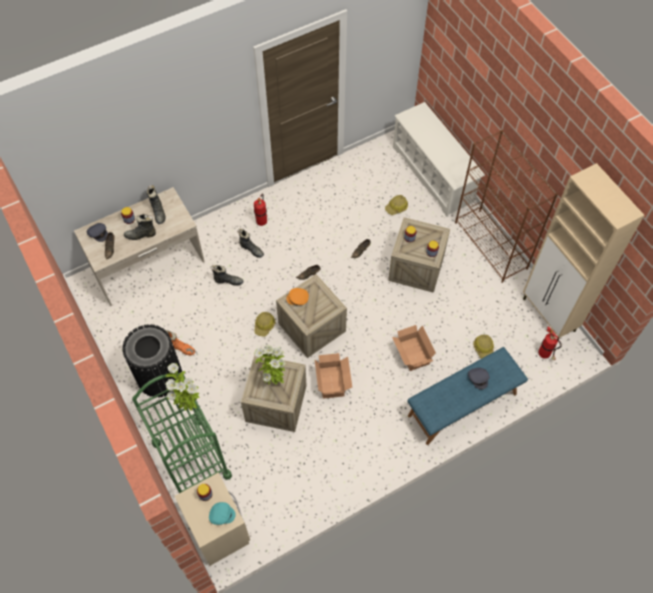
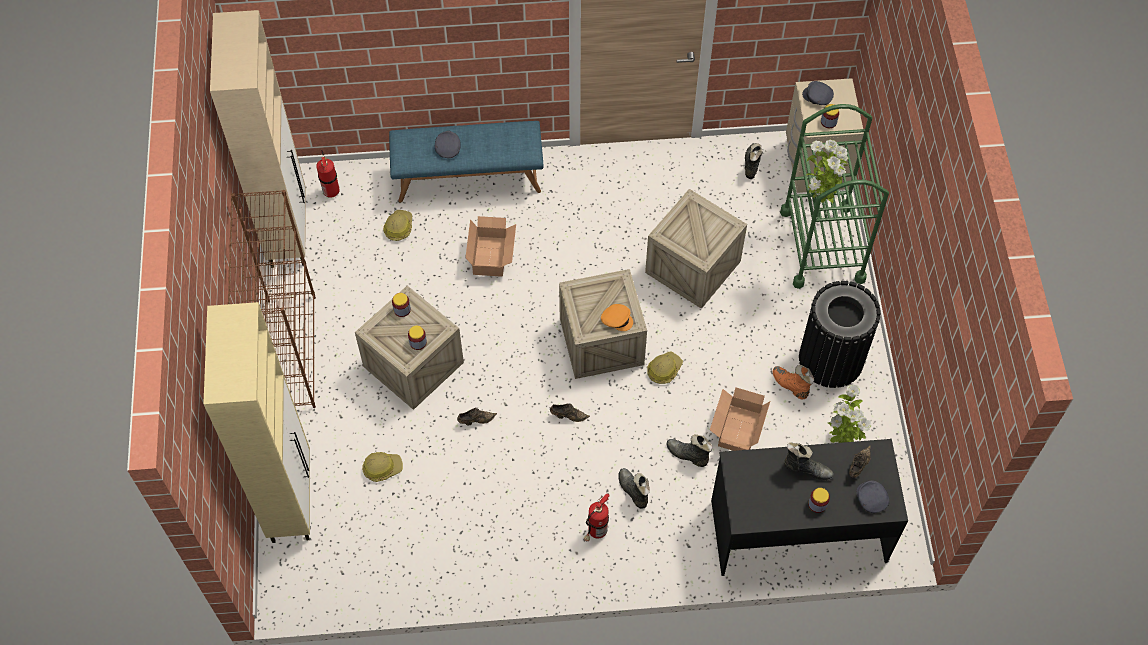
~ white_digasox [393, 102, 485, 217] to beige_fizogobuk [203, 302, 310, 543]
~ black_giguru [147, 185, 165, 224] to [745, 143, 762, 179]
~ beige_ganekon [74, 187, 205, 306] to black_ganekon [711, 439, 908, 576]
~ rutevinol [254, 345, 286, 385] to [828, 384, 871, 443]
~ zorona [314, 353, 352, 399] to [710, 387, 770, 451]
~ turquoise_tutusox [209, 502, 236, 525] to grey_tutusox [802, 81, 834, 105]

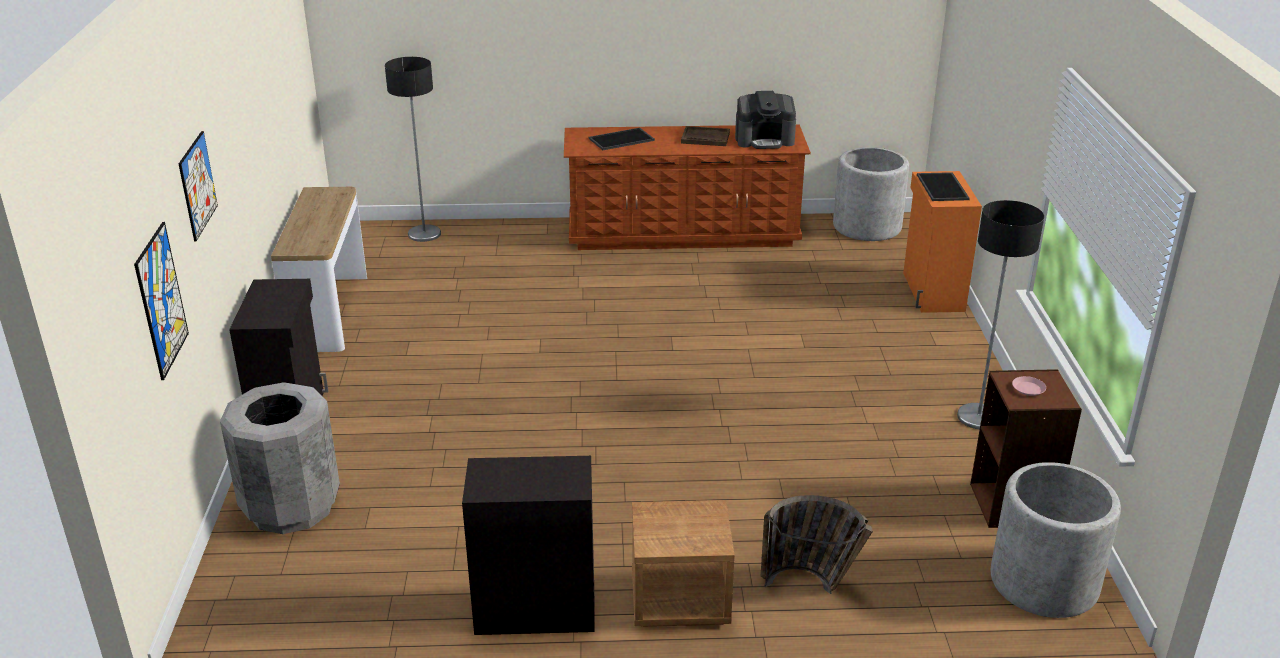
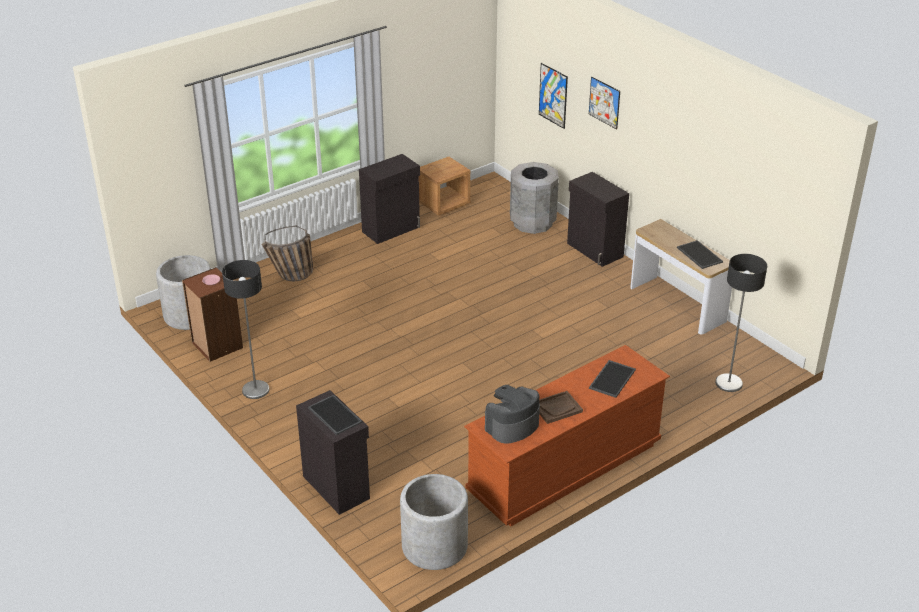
~ orange_fizogobuk [903, 171, 982, 313] to black_fizogobuk [296, 390, 370, 515]
~ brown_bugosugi [632, 500, 735, 627] to [419, 157, 470, 216]
+ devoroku [677, 240, 723, 269]

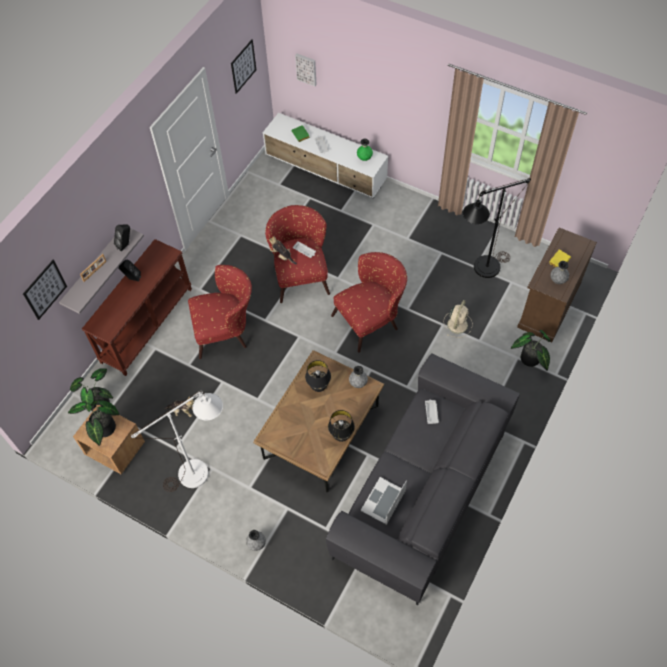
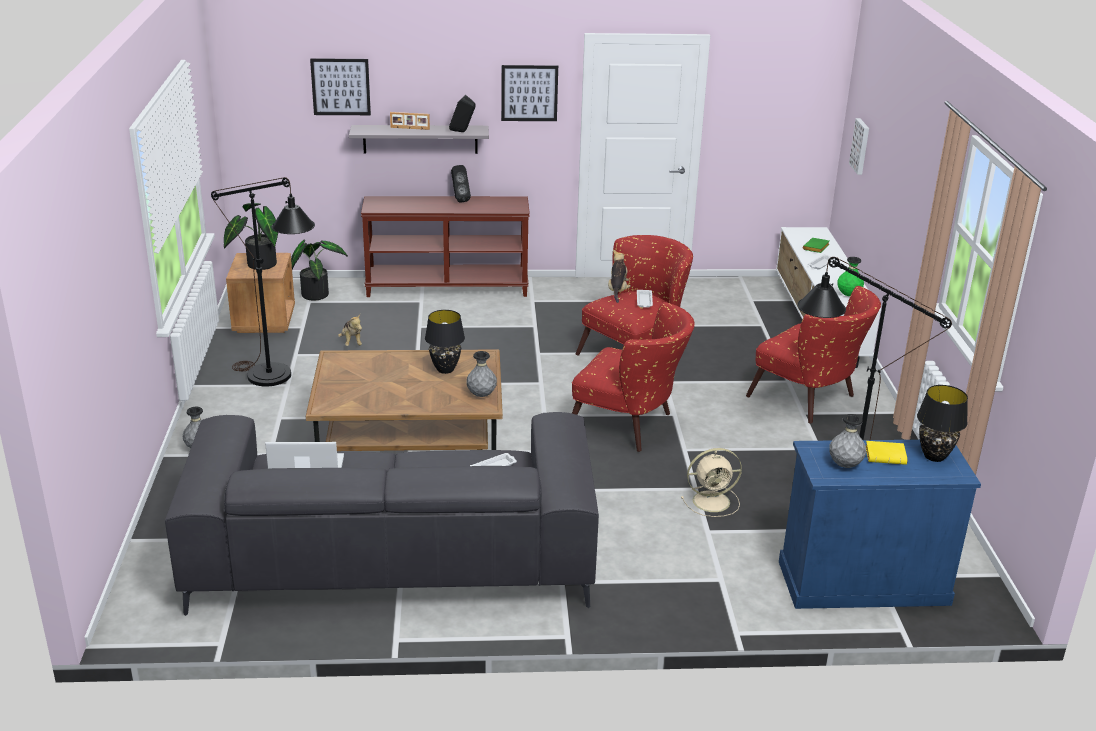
~ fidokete [231, 39, 256, 94] to [501, 65, 558, 121]
~ brown_fizogobuk [517, 227, 597, 342] to blue_fizogobuk [779, 440, 981, 609]
~ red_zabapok [188, 265, 252, 359] to [746, 286, 881, 424]
- rutevinol [511, 330, 551, 370]
~ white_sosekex [131, 391, 223, 492] to black_sosekex [211, 177, 315, 387]
~ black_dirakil [328, 410, 355, 442] to [917, 385, 968, 462]

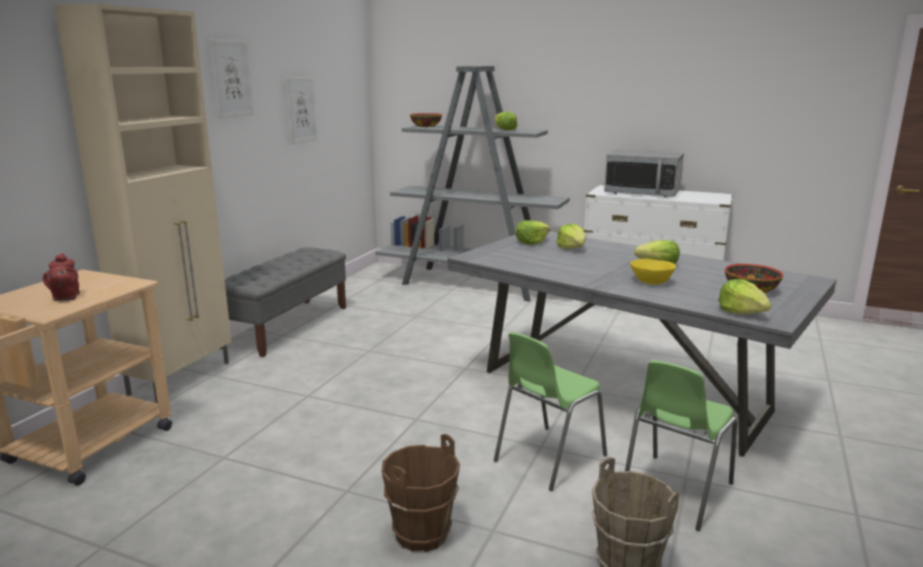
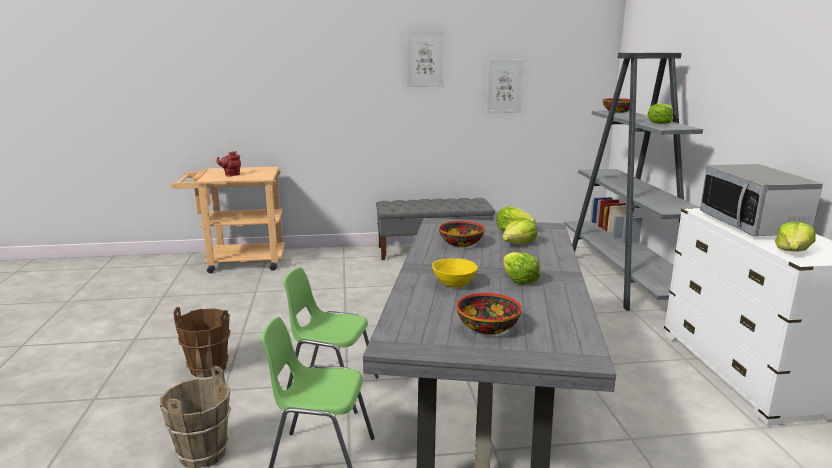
- beige_fizogobuk [54, 4, 232, 403]
~ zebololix [718, 279, 772, 314] to [775, 221, 816, 252]
+ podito [439, 221, 485, 247]

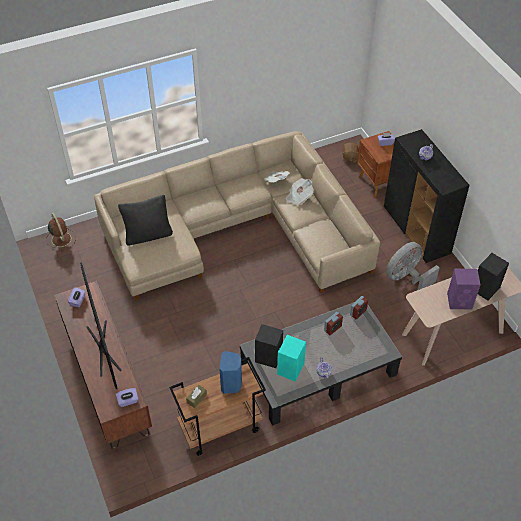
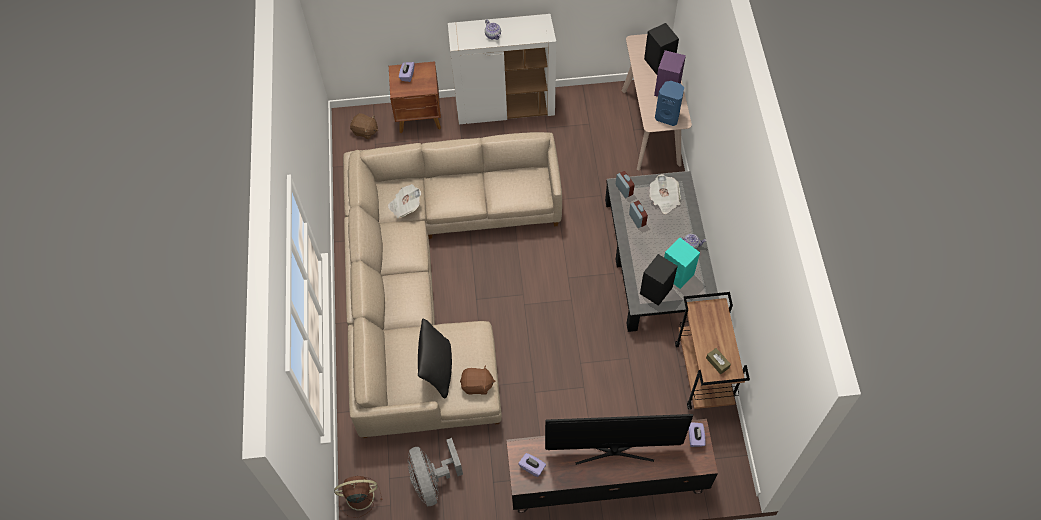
~ black_fizogobuk [384, 129, 470, 263] to white_fizogobuk [448, 14, 556, 124]
~ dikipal [286, 178, 314, 206] to [649, 174, 681, 214]
~ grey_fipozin [386, 242, 439, 290] to [408, 438, 463, 506]
~ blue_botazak [219, 351, 242, 394] to [655, 81, 684, 126]
+ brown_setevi [460, 366, 495, 394]

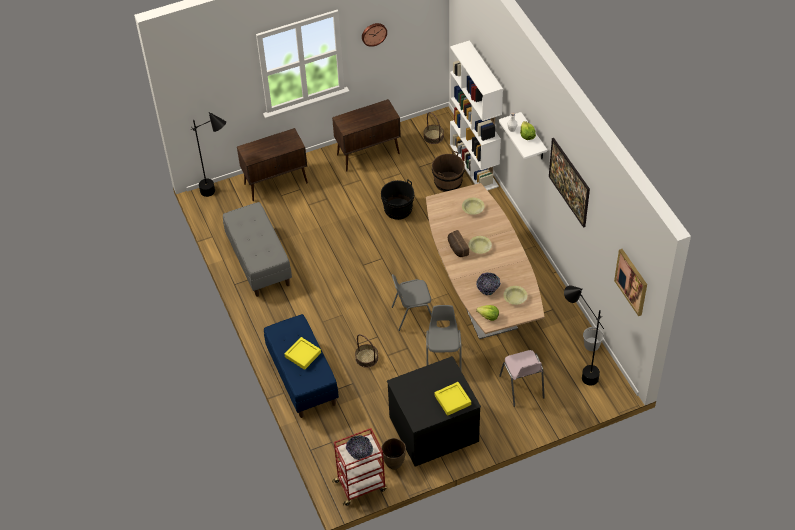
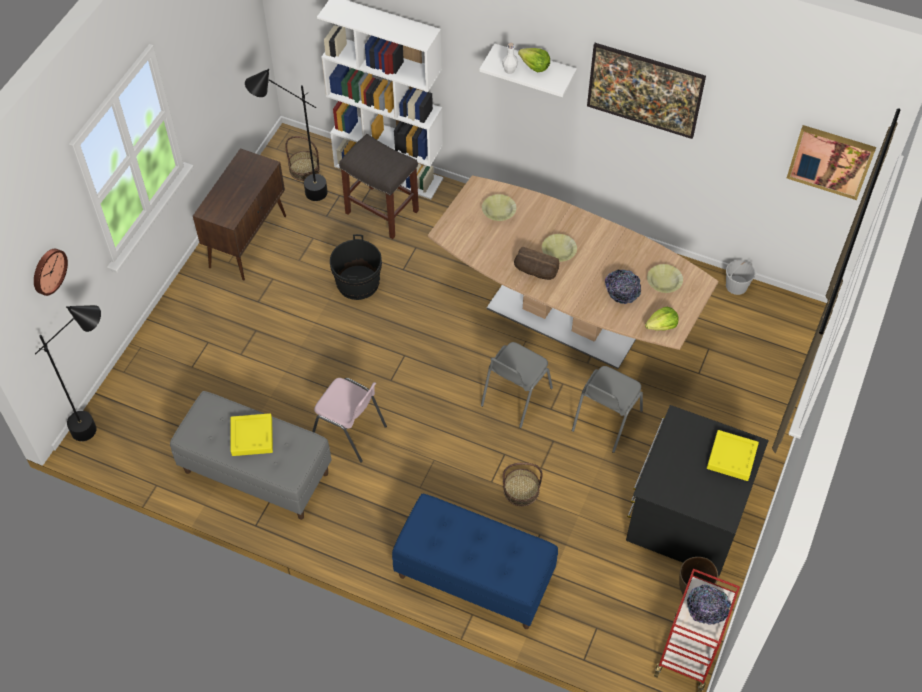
~ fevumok [362, 23, 387, 47] to [34, 249, 68, 296]
- brown_fizogobuk [237, 128, 308, 201]
~ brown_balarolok [432, 151, 465, 192] to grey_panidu [339, 134, 419, 239]
~ black_sosekex [564, 285, 604, 386] to [245, 69, 328, 201]
~ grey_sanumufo [426, 305, 461, 370] = [572, 366, 643, 453] 105 degrees counterclockwise
~ yellow_devoroku [285, 337, 321, 370] to [231, 413, 273, 456]
~ pink_sanumufo [499, 350, 545, 407] to [312, 378, 387, 463]

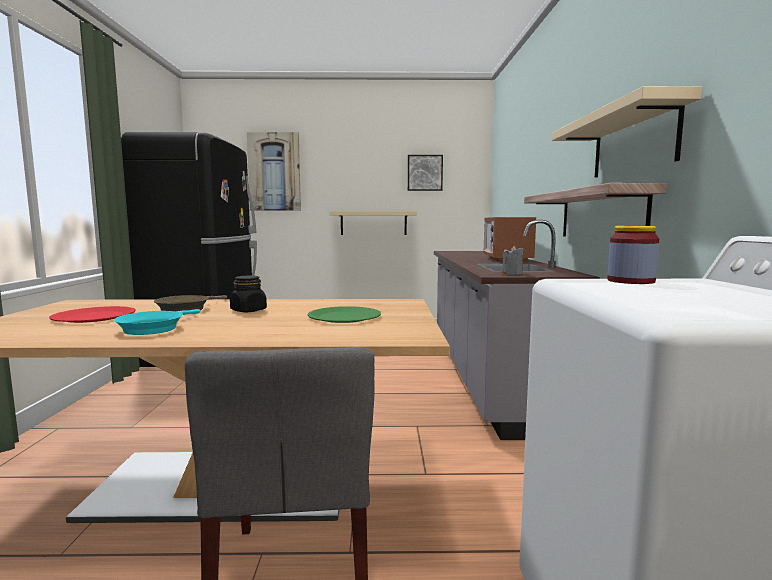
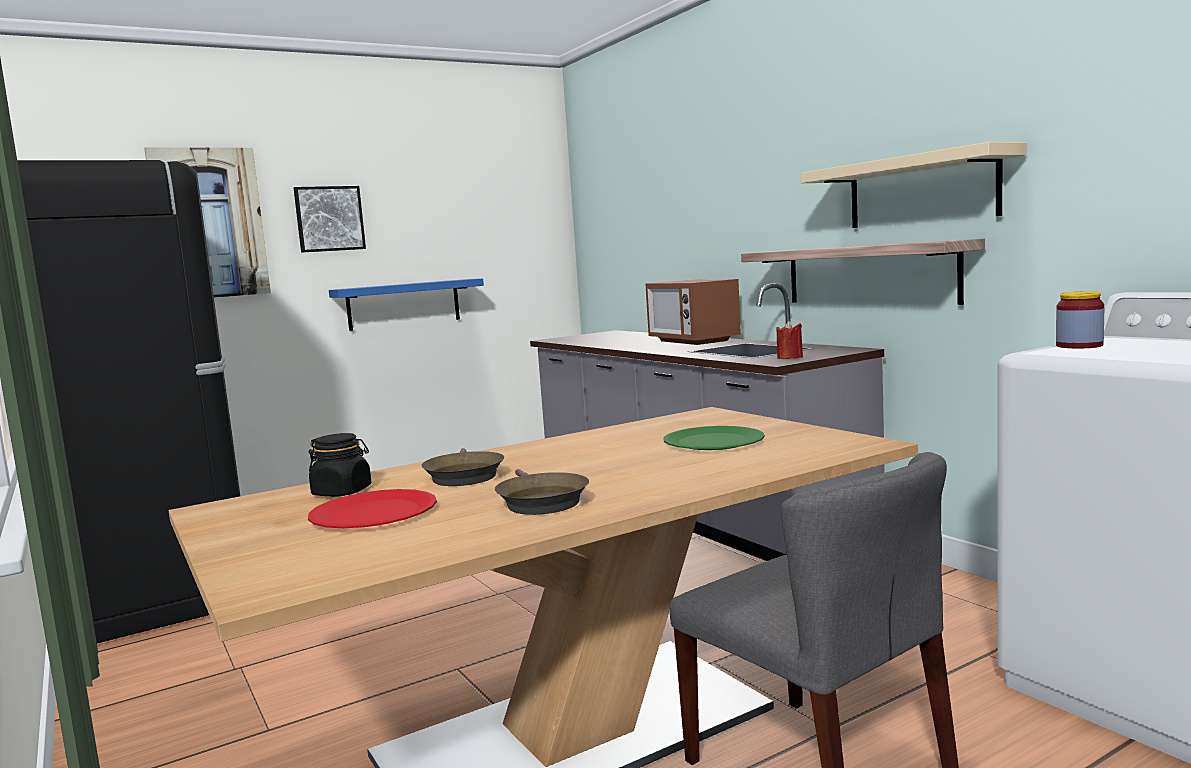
~ fidokete [408, 155, 443, 191] to [294, 186, 366, 253]
~ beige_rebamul [330, 211, 417, 235] to blue_rebamul [329, 278, 484, 331]
~ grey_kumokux [502, 246, 524, 275] to red_kumokux [776, 321, 803, 359]
~ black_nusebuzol [230, 276, 267, 312] to [309, 433, 371, 497]
~ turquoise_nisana [113, 309, 200, 335] to brown_nisana [495, 469, 589, 515]

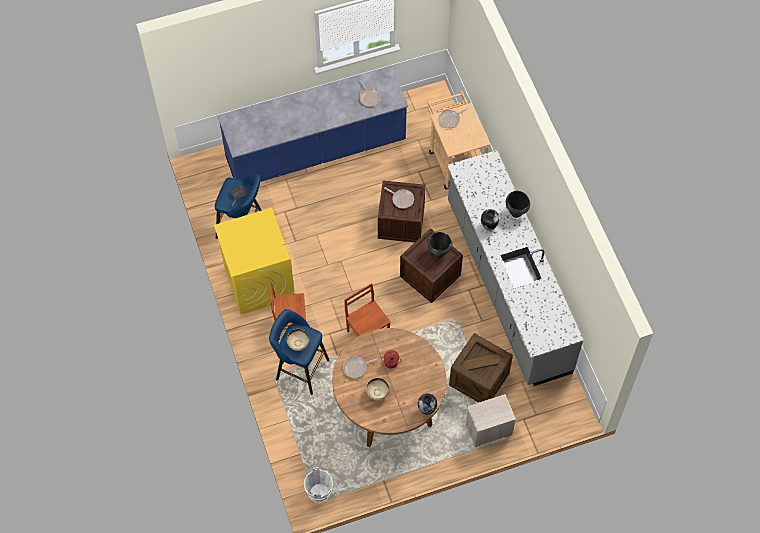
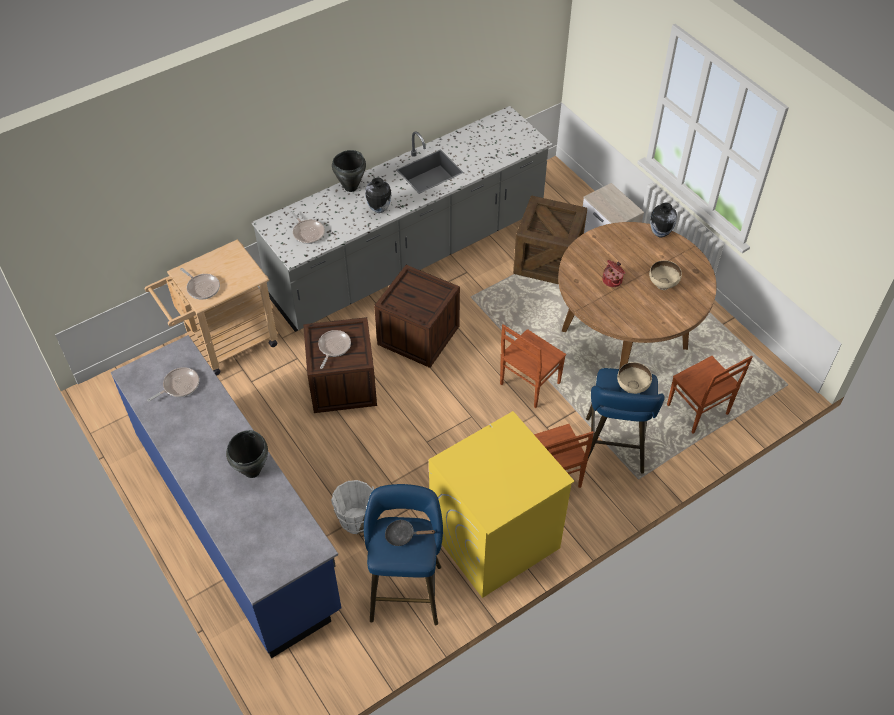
~ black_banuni [427, 232, 452, 258] to [226, 430, 268, 478]
~ nisana [343, 356, 378, 378] to [290, 211, 325, 244]
~ white_balarolok [304, 467, 333, 503] to [331, 480, 374, 534]
+ brown_sanumufo [667, 356, 753, 434]

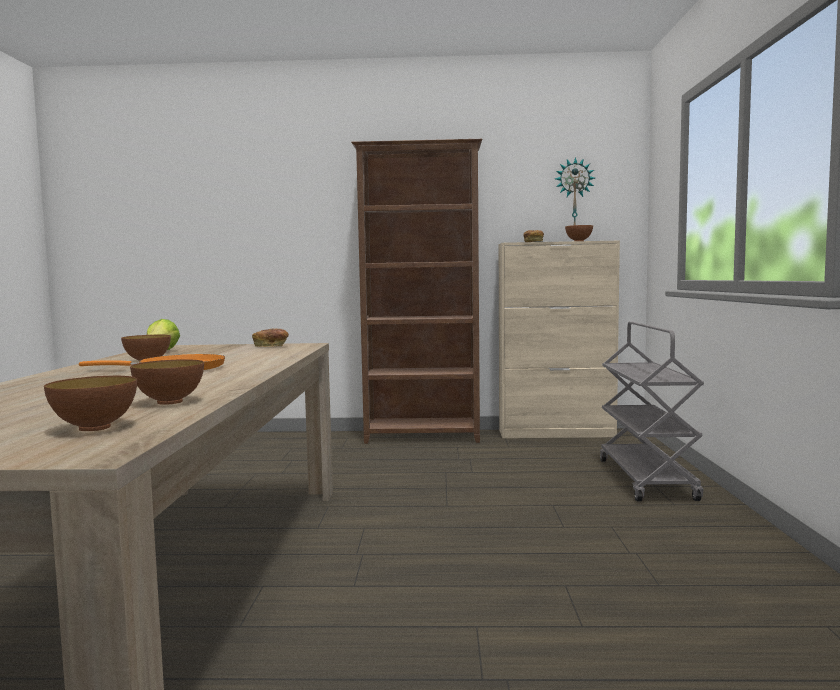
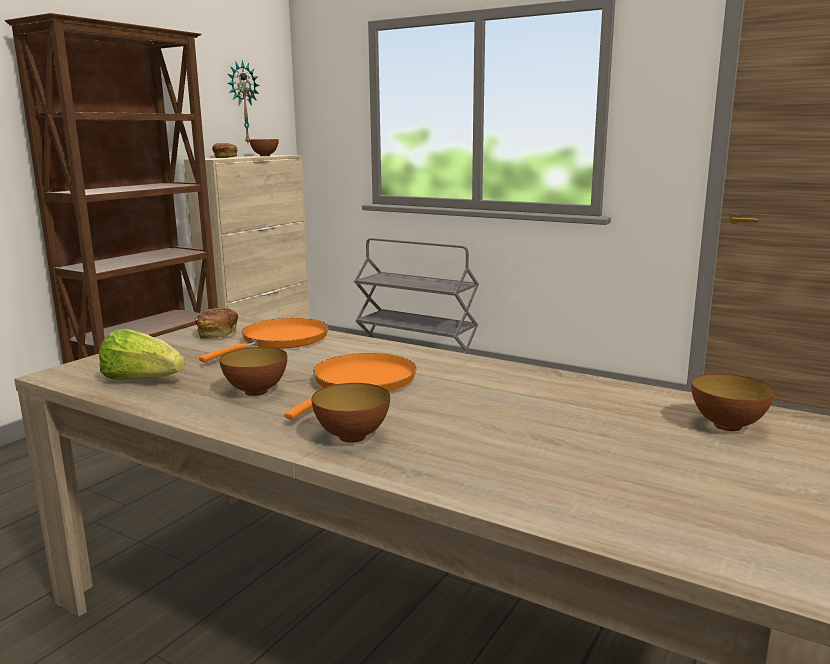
~ podito [130, 359, 204, 405] to [312, 383, 390, 443]
+ orange_nisana [199, 318, 329, 362]

